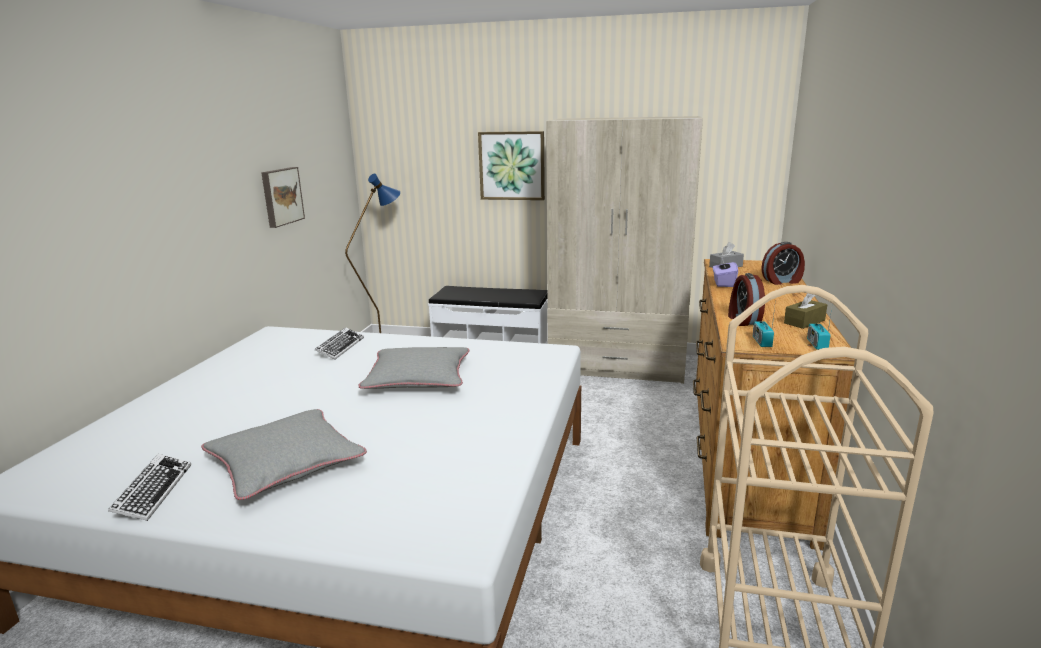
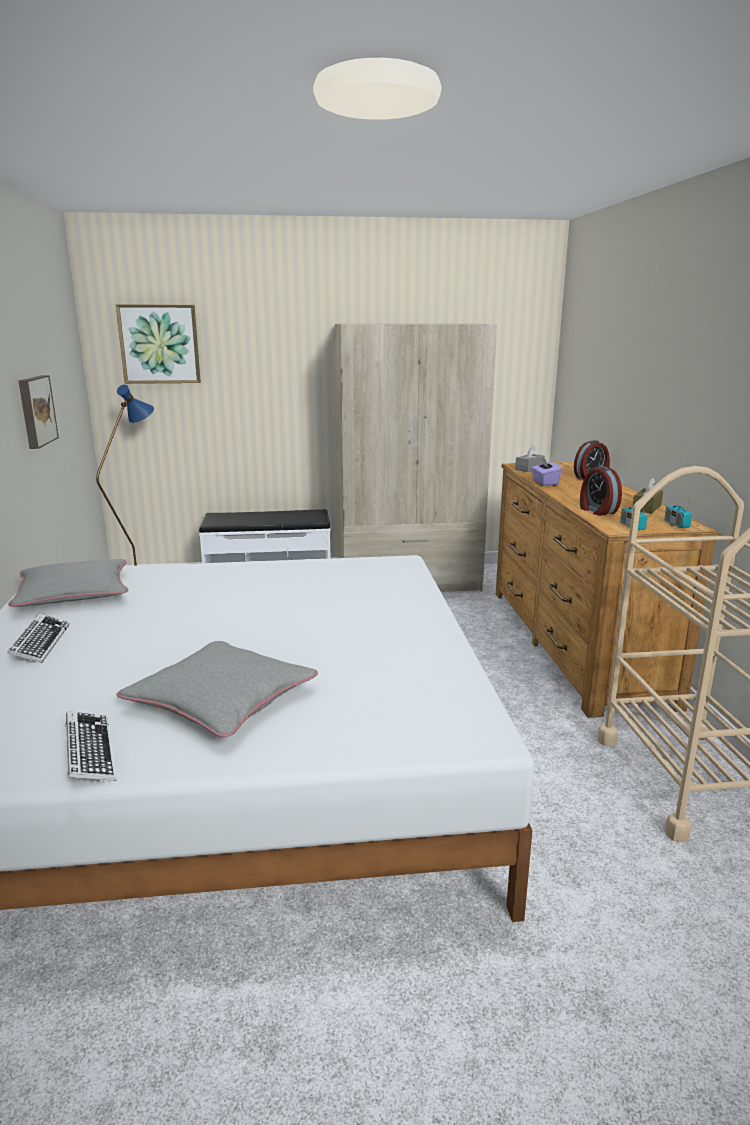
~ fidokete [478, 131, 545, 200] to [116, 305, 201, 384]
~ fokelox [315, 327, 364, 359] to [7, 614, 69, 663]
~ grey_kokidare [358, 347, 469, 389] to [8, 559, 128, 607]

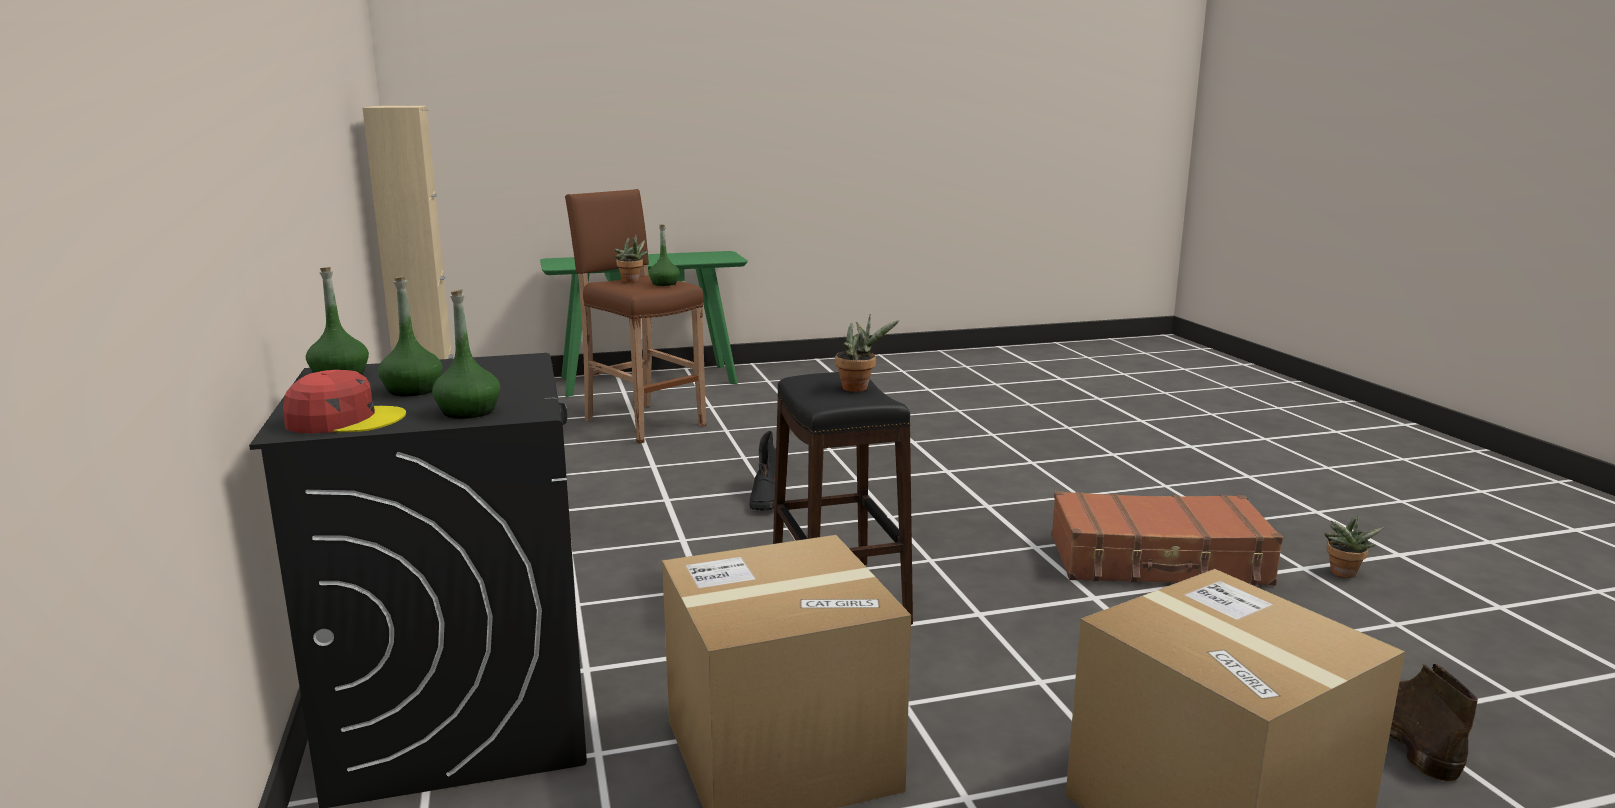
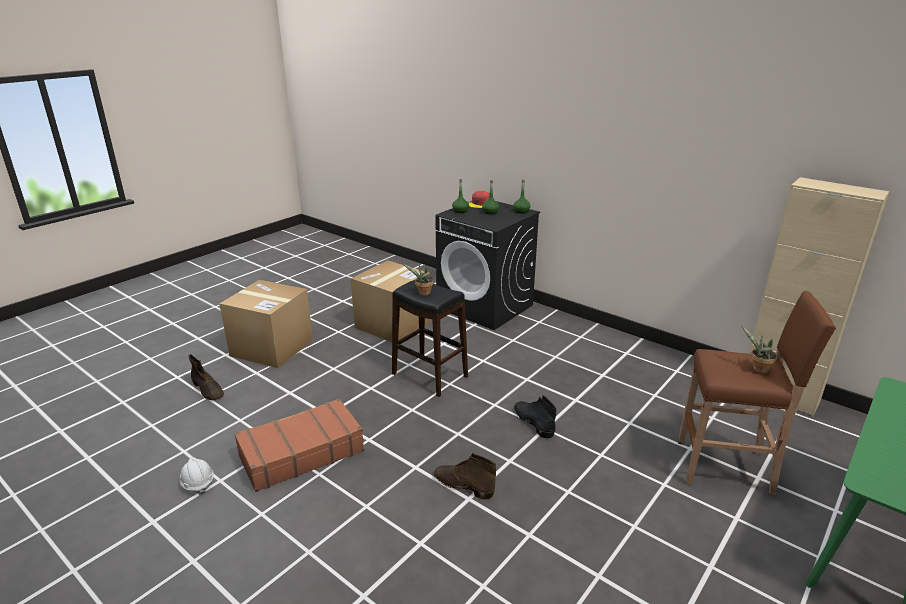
- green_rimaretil [649, 225, 680, 286]
~ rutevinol [1324, 516, 1383, 578] to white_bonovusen [180, 457, 214, 495]
+ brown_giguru [434, 453, 496, 499]

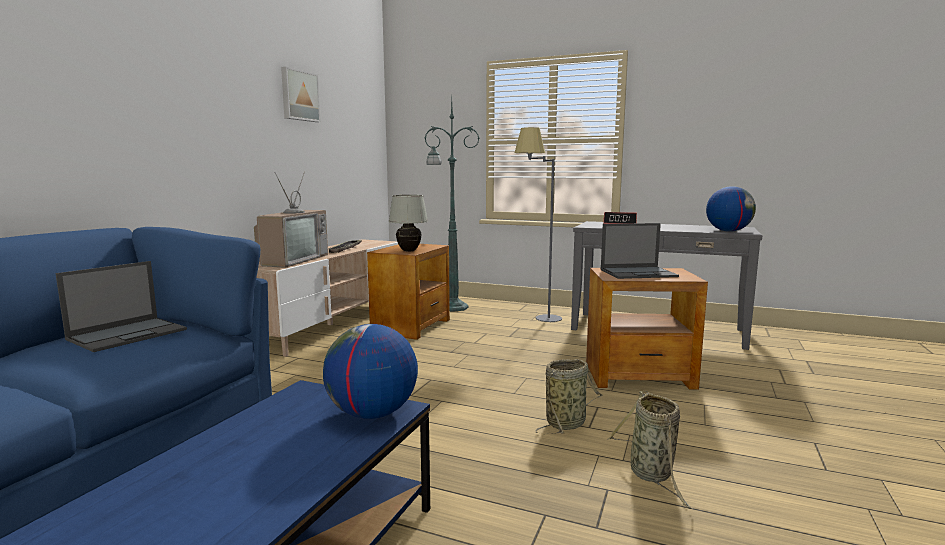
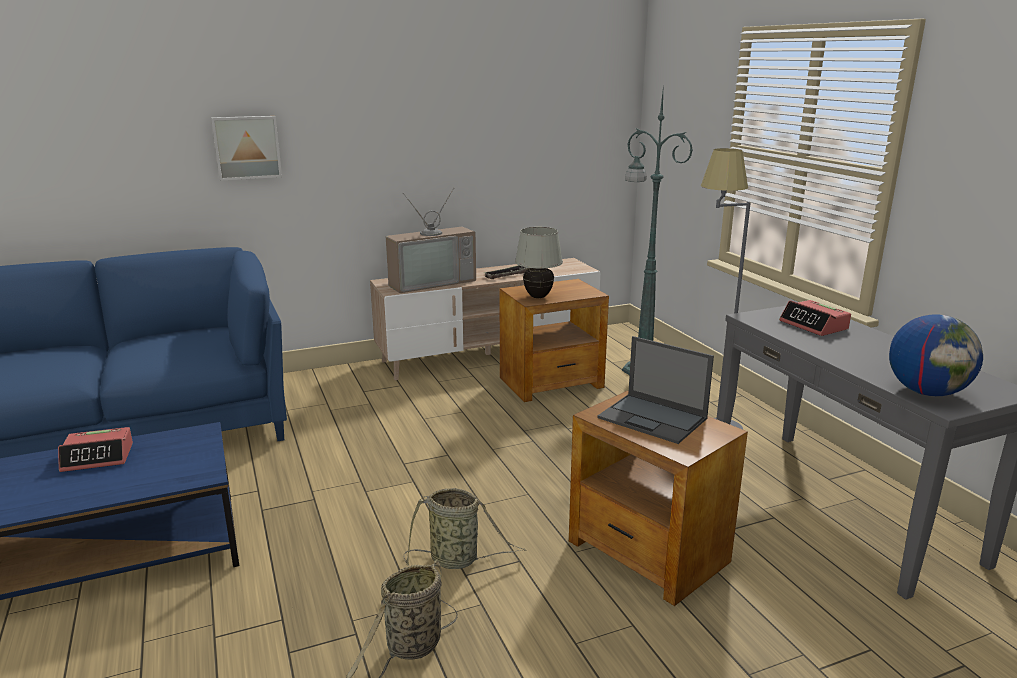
~ fidokete [281, 67, 321, 122] to [211, 116, 282, 181]
- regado [55, 261, 187, 352]
- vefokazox [323, 324, 418, 419]
+ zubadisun [58, 427, 133, 472]

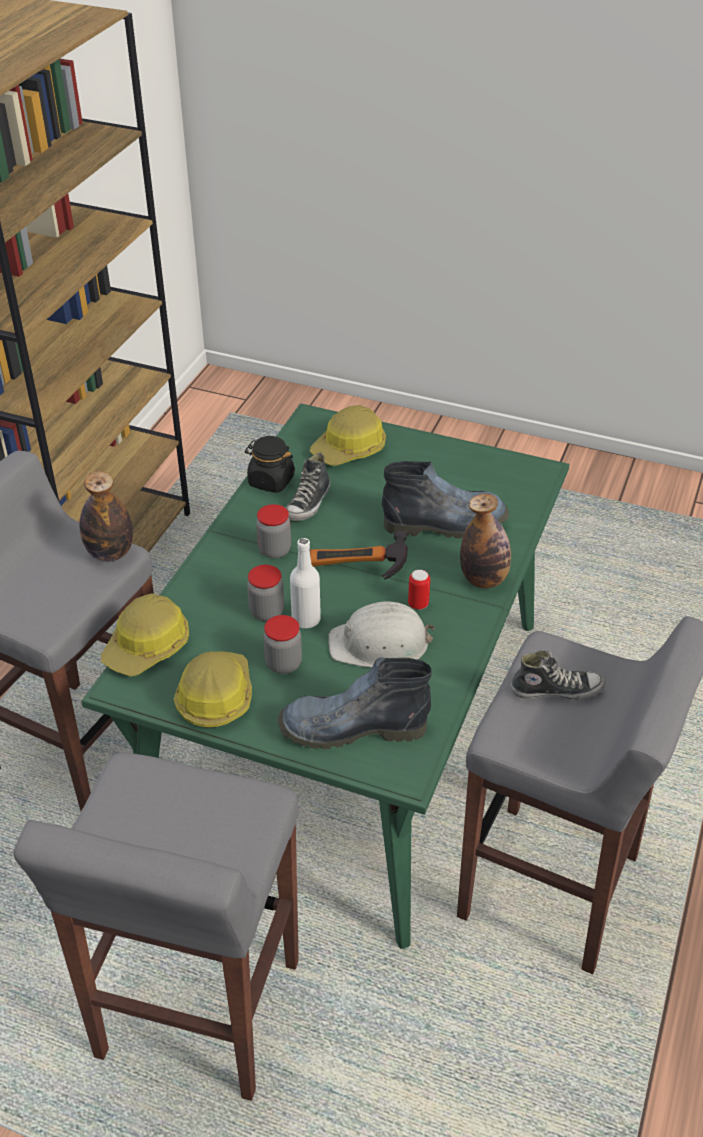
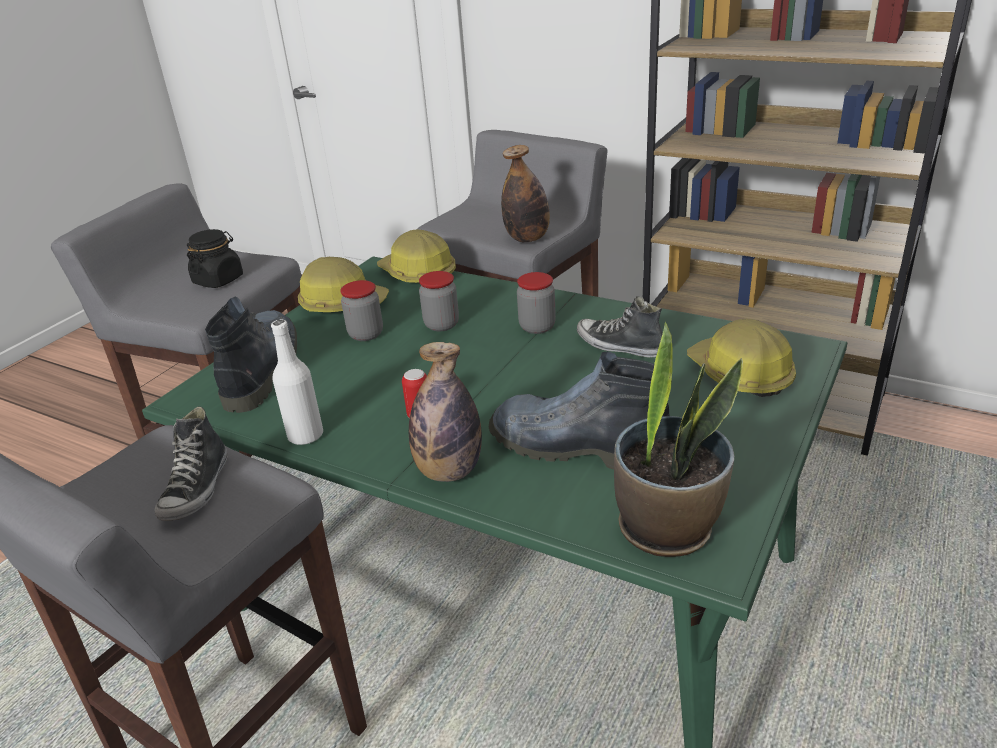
~ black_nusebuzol [245, 436, 295, 493] to [187, 229, 243, 288]
~ giguru [382, 461, 509, 538] = [489, 351, 669, 469] 105 degrees clockwise
- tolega [310, 531, 408, 579]
~ white_rimaretil [290, 538, 321, 629] to [271, 320, 323, 445]
- white_bonovusen [328, 601, 435, 668]
+ rutevinol [614, 322, 743, 557]

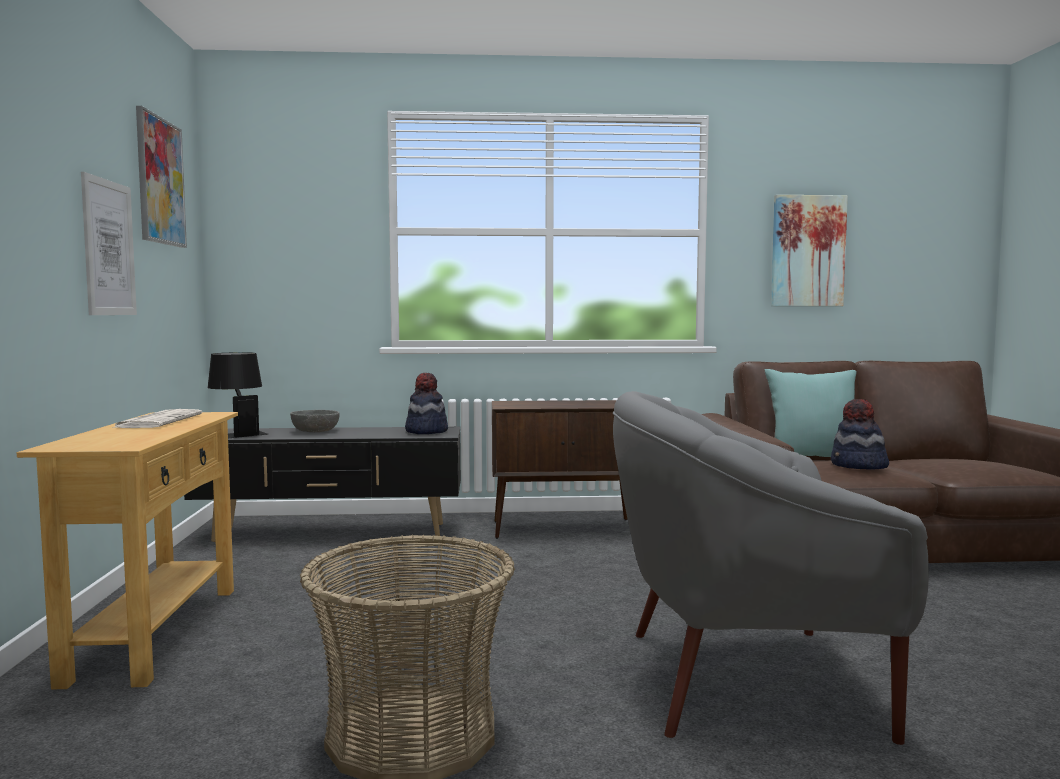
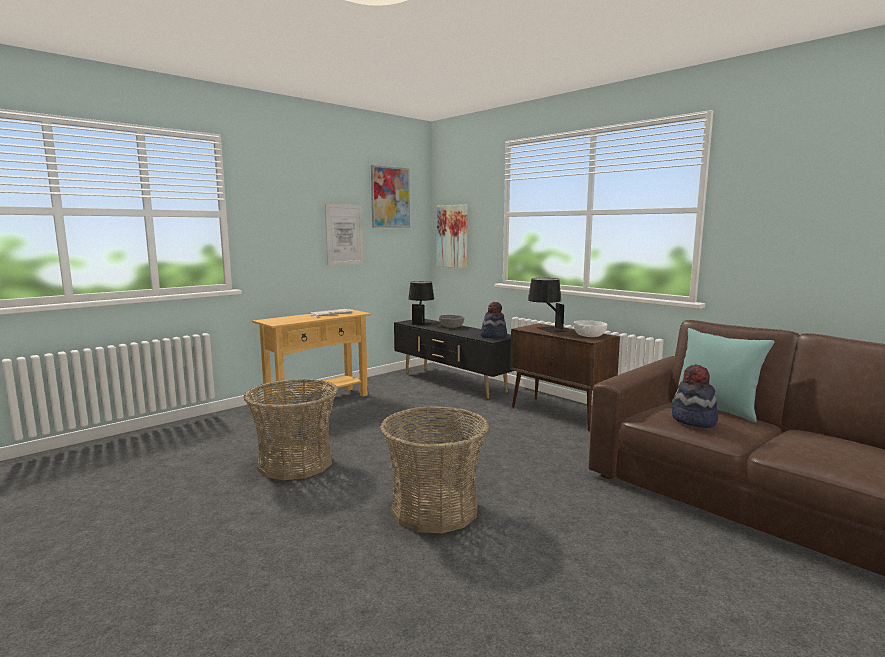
~ fidokete [771, 195, 848, 306] to [437, 205, 468, 268]
~ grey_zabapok [613, 391, 929, 745] to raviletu [380, 406, 489, 533]
+ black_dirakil [528, 278, 566, 333]
+ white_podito [573, 320, 607, 337]

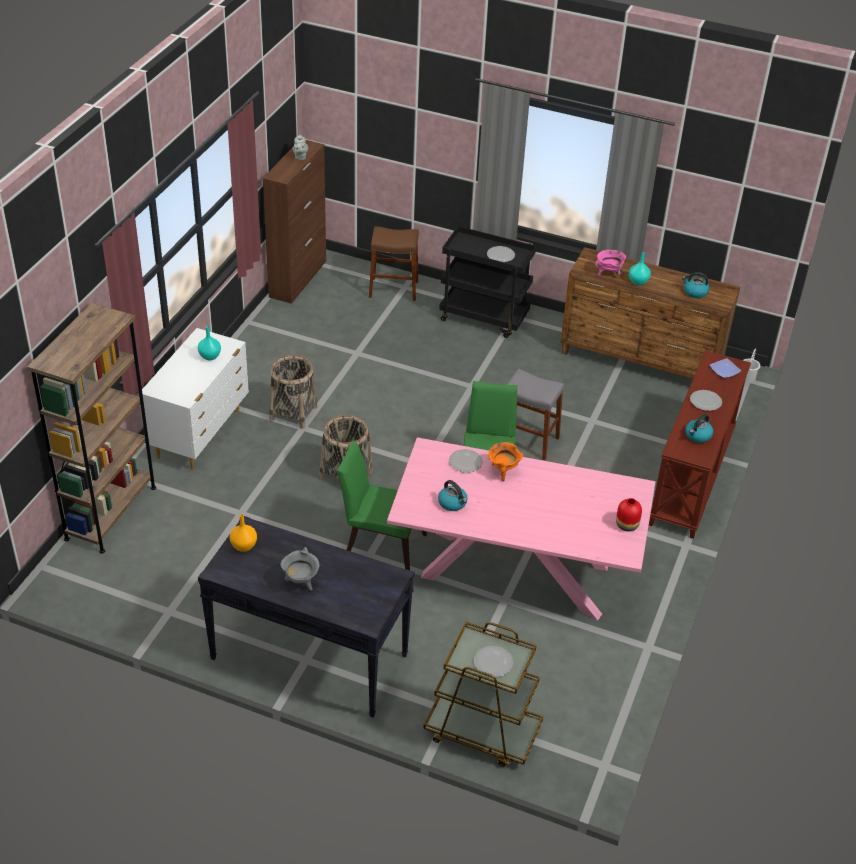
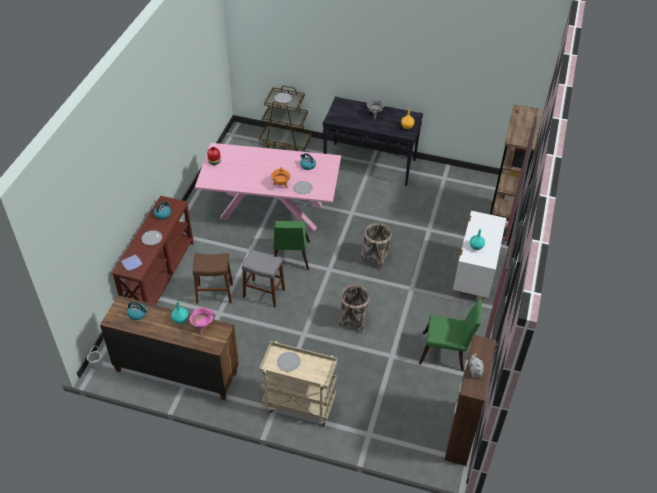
~ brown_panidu [369, 226, 419, 301] to [193, 253, 233, 304]
~ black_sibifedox [439, 226, 537, 338] to beige_sibifedox [259, 341, 337, 426]
~ raviletu [269, 355, 317, 429] to [338, 285, 370, 333]
~ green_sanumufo [337, 440, 427, 570] to [419, 300, 482, 372]

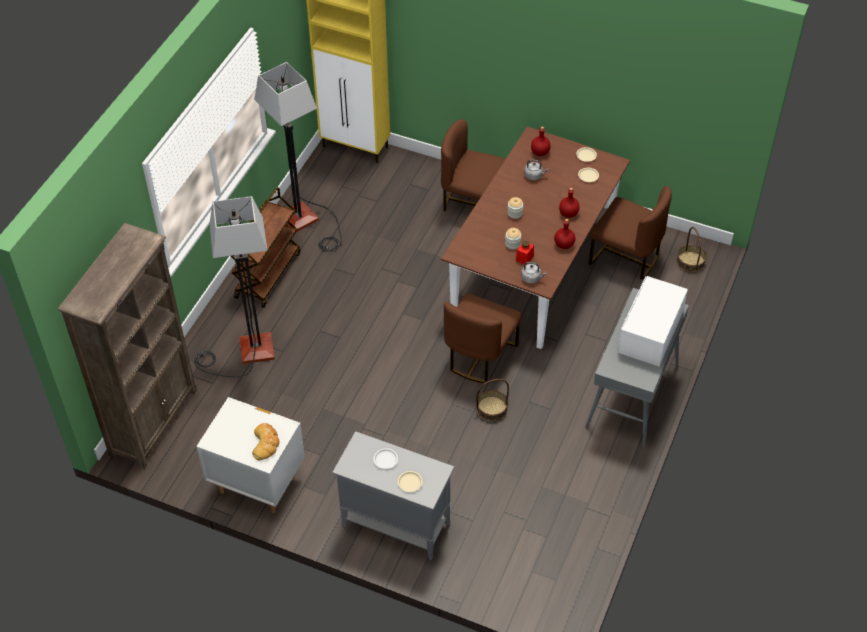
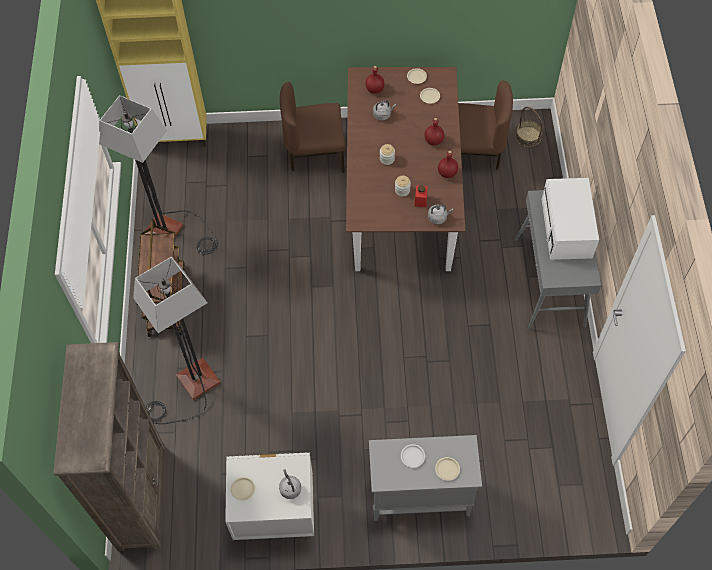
- brown_sanumufo [444, 294, 522, 383]
- raviletu [476, 379, 509, 421]
~ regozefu [252, 423, 279, 460] to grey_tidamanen [279, 469, 301, 499]
+ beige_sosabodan [231, 477, 255, 501]

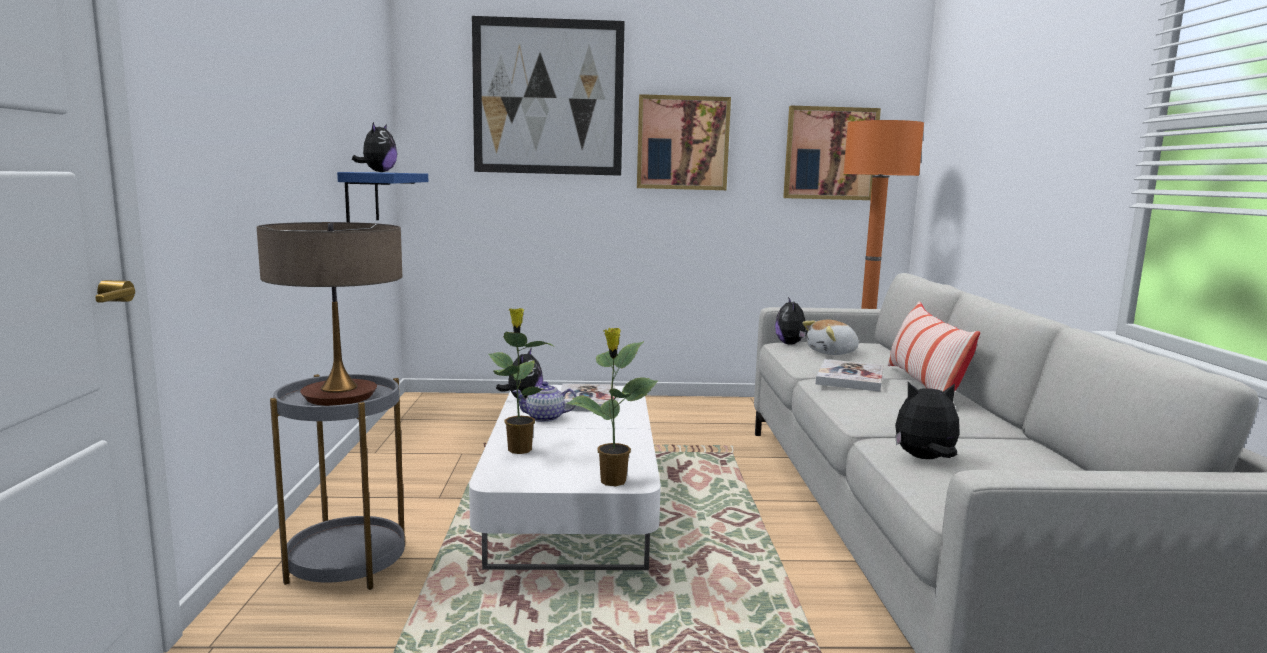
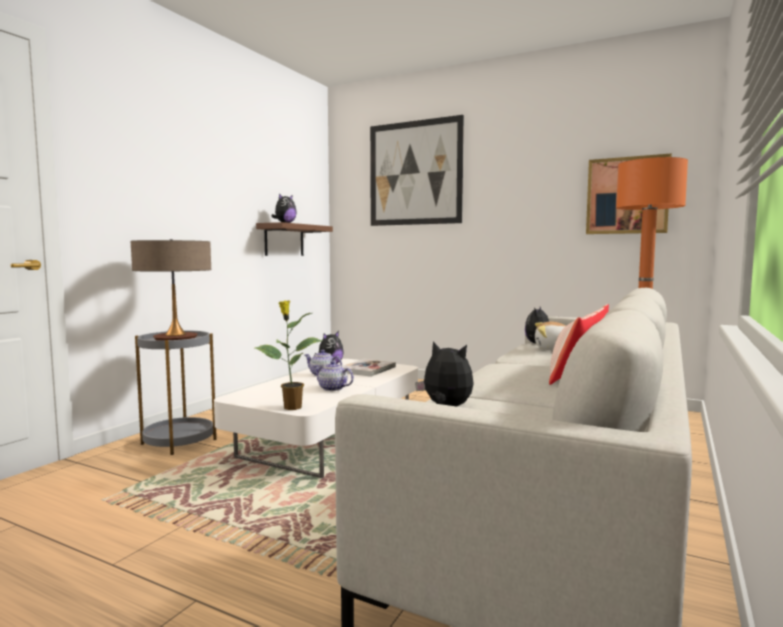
- fidokete [637, 94, 731, 190]
~ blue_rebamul [337, 172, 428, 222] to brown_rebamul [256, 222, 333, 256]
- rutevinol [488, 308, 555, 454]
- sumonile [816, 359, 884, 392]
+ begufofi [313, 361, 354, 391]

